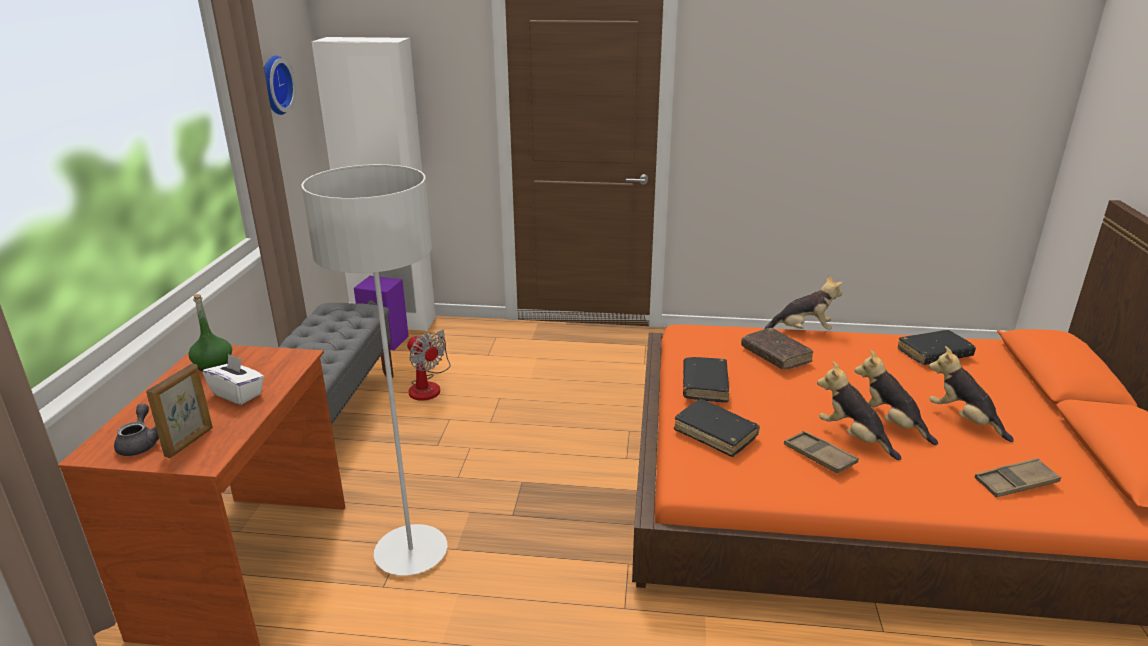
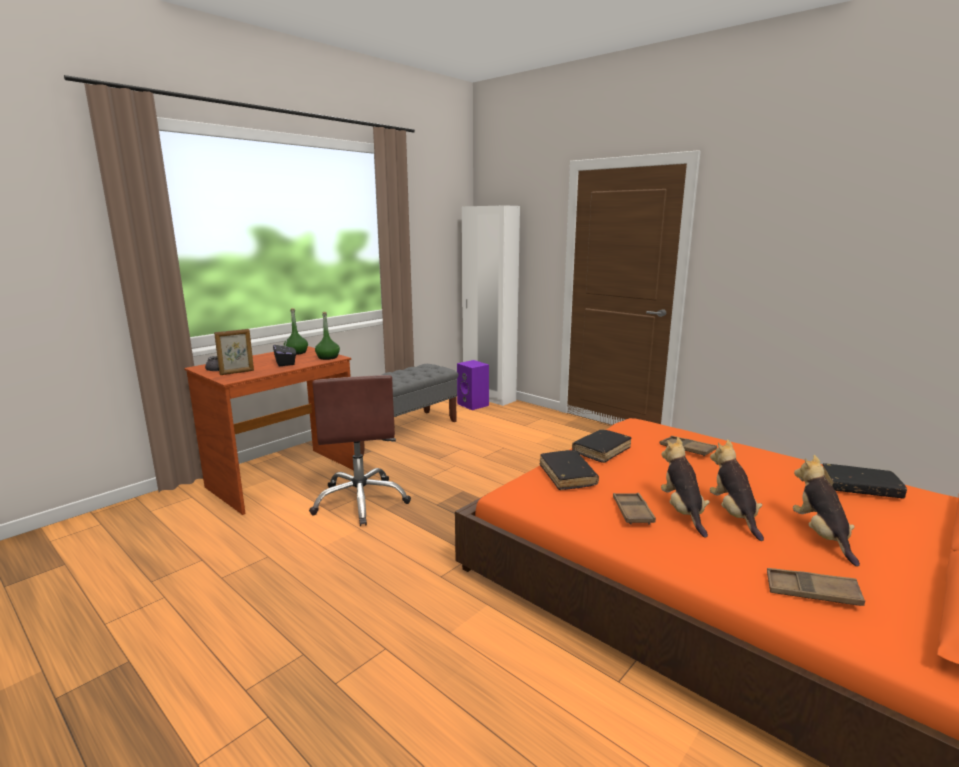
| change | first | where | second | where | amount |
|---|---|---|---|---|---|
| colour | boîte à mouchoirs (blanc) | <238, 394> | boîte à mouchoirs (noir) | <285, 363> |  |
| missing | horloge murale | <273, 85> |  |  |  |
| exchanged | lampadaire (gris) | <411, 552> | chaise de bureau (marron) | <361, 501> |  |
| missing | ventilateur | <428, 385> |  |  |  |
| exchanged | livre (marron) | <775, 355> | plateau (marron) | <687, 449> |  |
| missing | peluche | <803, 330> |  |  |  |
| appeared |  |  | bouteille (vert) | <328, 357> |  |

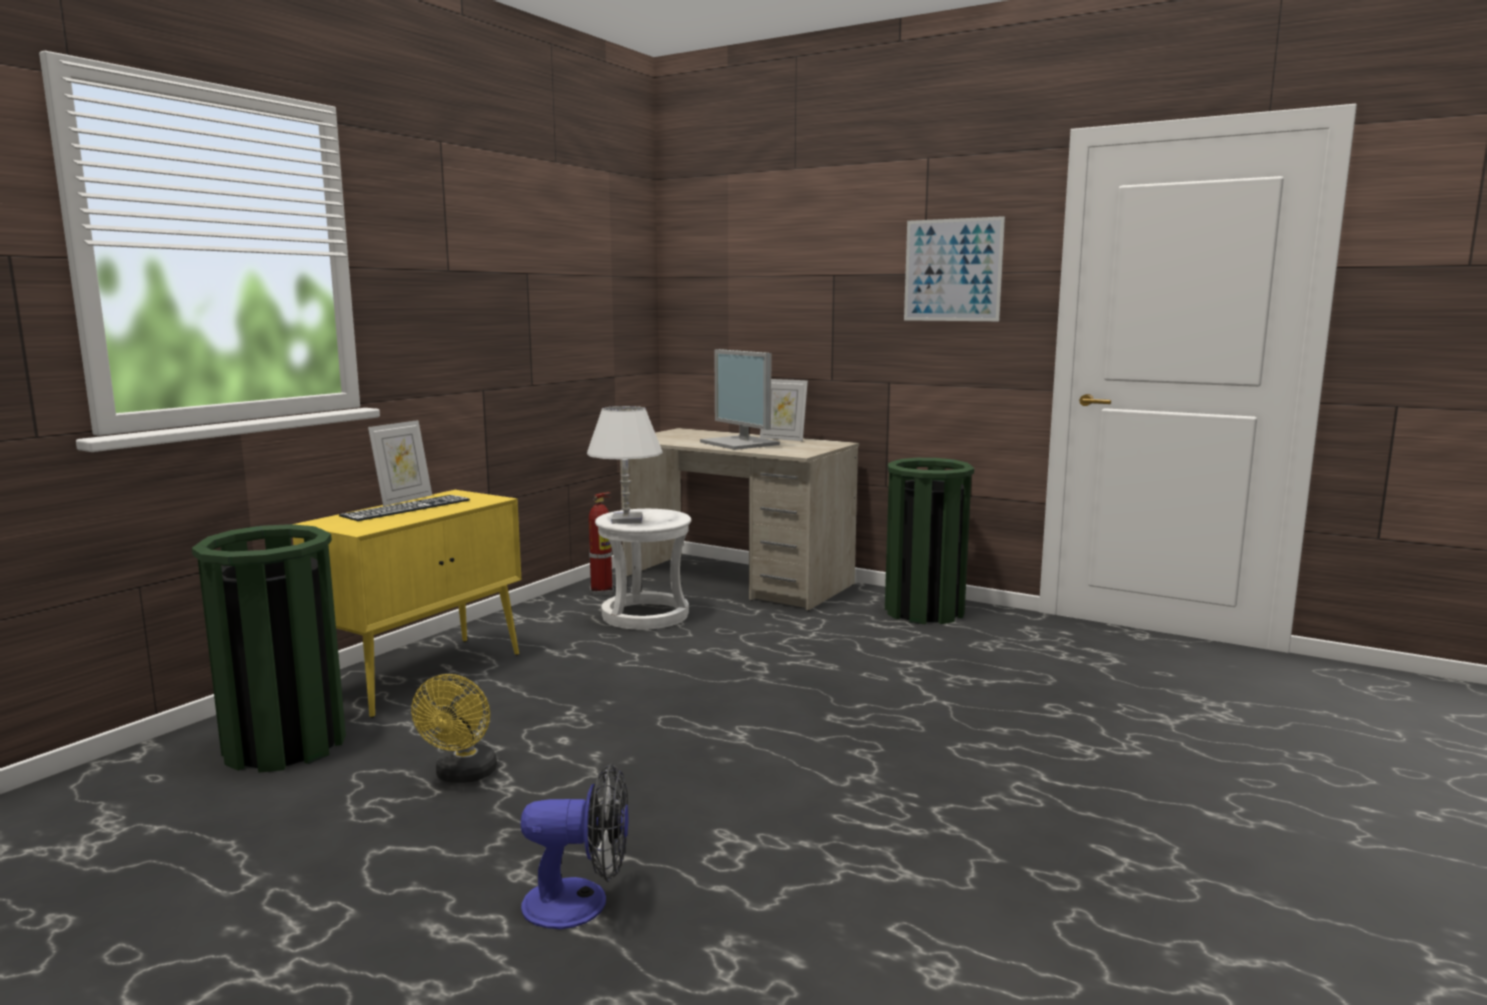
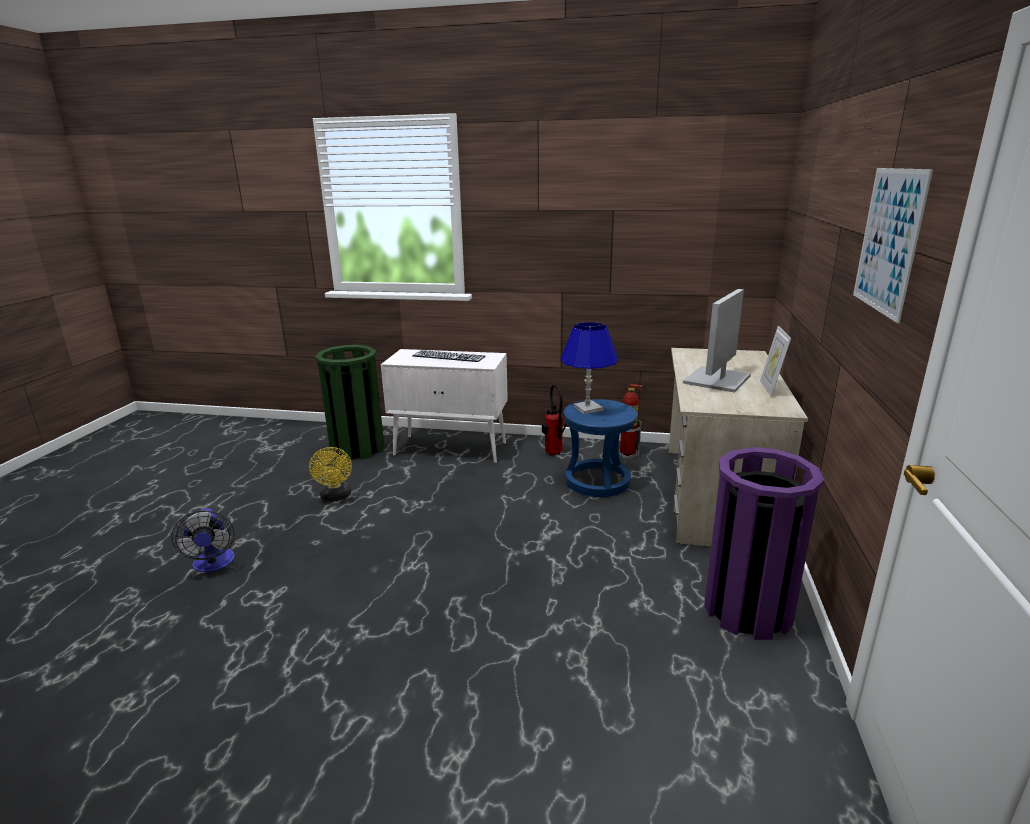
| change | first | where | second | where | amount |
|---|---|---|---|---|---|
| colour | meuble de rangement (jaune) | <424, 674> | meuble de rangement (blanc) | <451, 449> |  |
| missing | cadre photo | <404, 500> |  |  |  |
| spun | ventilateur (jaune) | <463, 776> |  | <336, 497> | 90 degrees counterclockwise |
| colour | lampe de table (blanc) | <626, 520> | lampe de table (bleu) | <587, 408> |  |
| colour | tabouret (blanc) | <645, 615> | tabouret (bleu) | <597, 481> |  |
| colour | poubelle (vert) | <924, 611> | poubelle (violet) | <748, 610> |  |
| appeared |  |  | extincteur | <553, 454> |  |

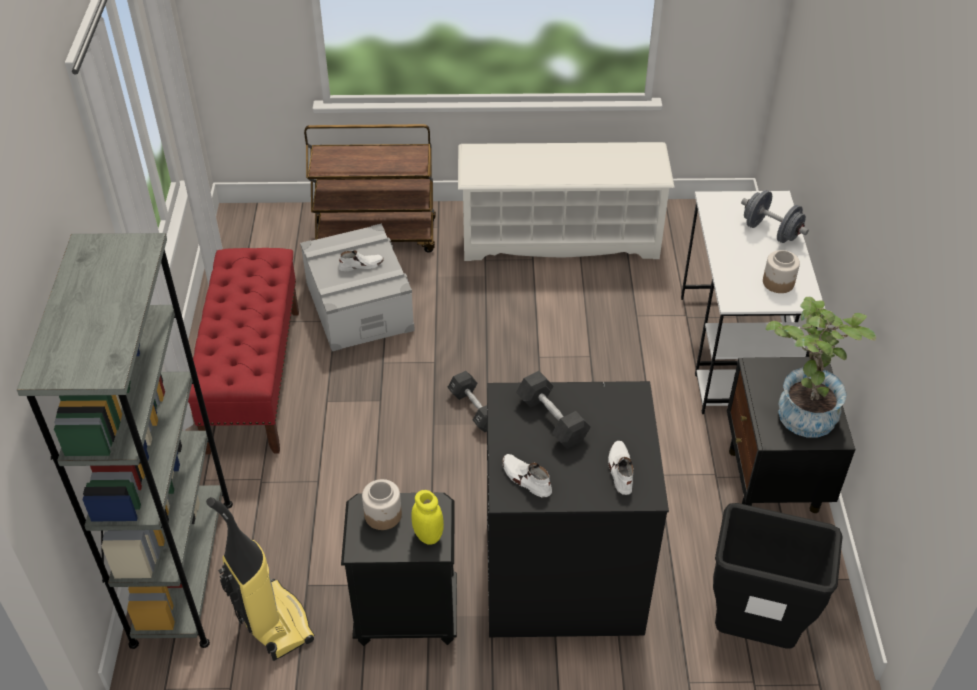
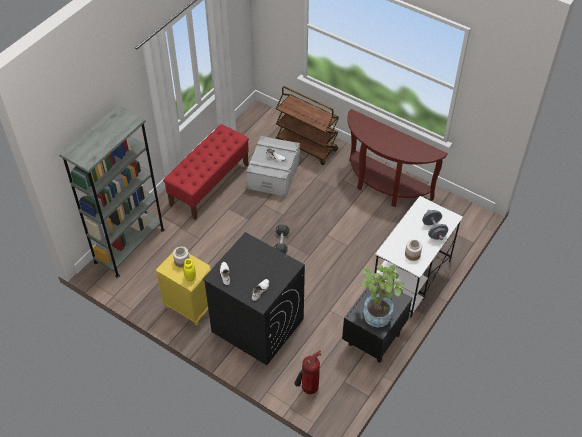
| change | first | where | second | where | amount |
|---|---|---|---|---|---|
| missing | aspirateur | <273, 622> |  |  |  |
| colour | table de chevet (noir) | <406, 615> | table de chevet (jaune) | <189, 306> |  |
| exchanged | étagère à chaussures (blanc) | <560, 238> | table console (marron) | <384, 186> |  |
| missing | haltère (noir) | <552, 419> |  |  |  |
| exchanged | poubelle (noir) | <754, 632> | extincteur | <308, 390> |  |

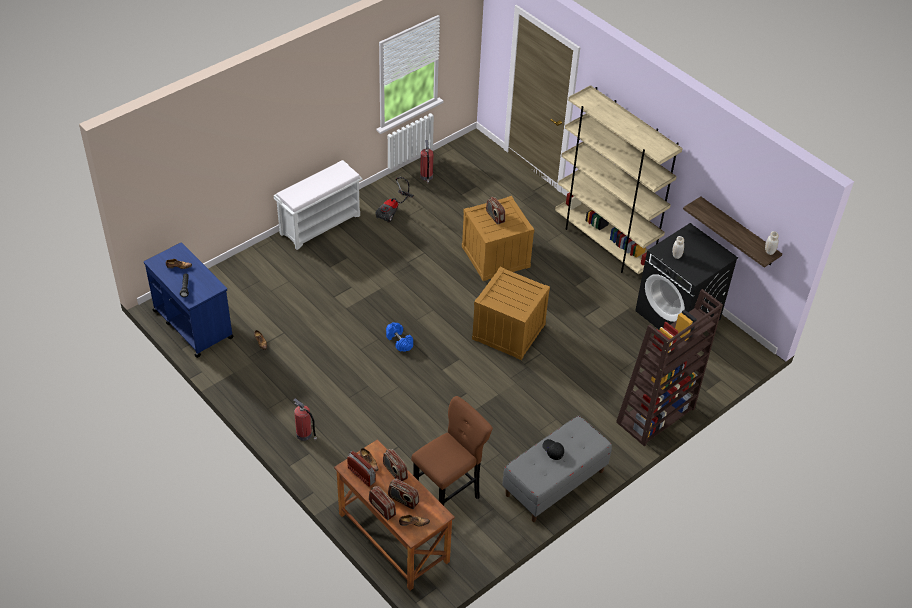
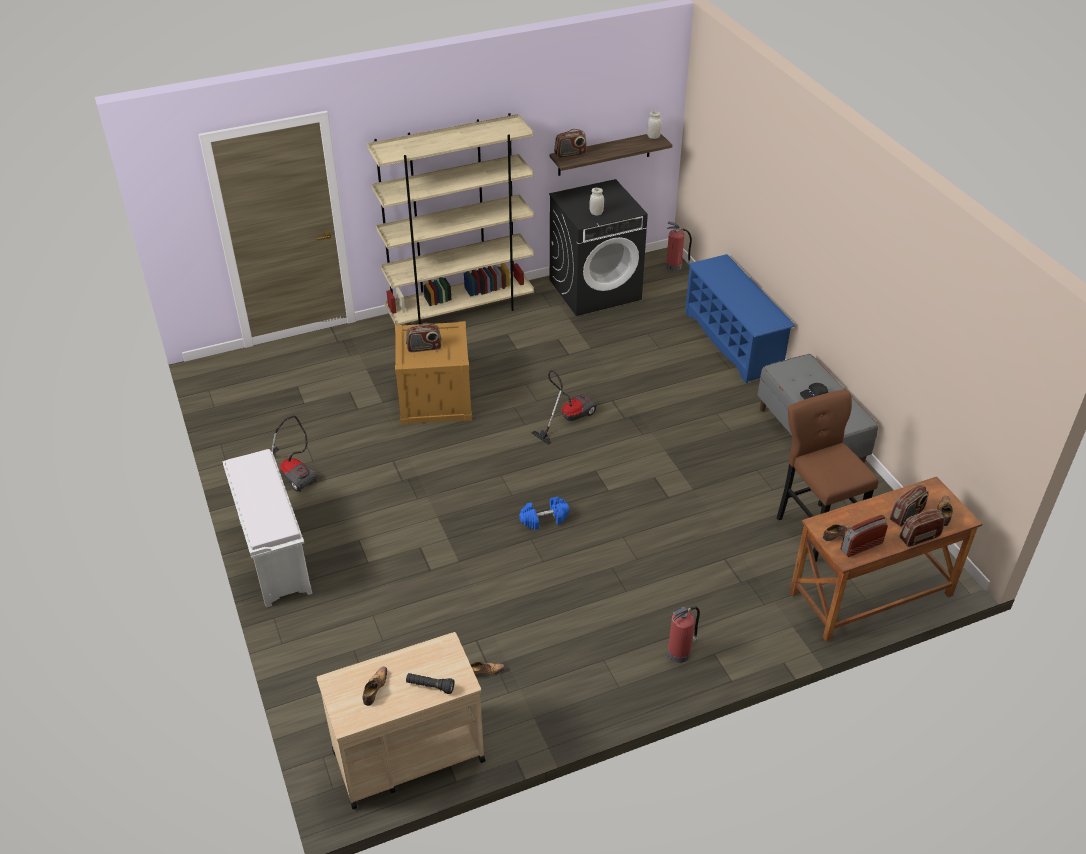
| change | first | where | second | where | amount |
|---|---|---|---|---|---|
| colour | chariot (bleu) | <192, 324> | chariot (beige) | <407, 756> |  |
| relocated | radio | <395, 472> |  | <570, 154> |  |
| relocated | extincteur | <426, 177> |  | <674, 266> |  |
| exchanged | caisse | <508, 332> | aspirateur | <567, 418> |  |
| exchanged | bibliothèque (marron) | <655, 416> | étagère à chaussures (bleu) | <733, 341> |  |

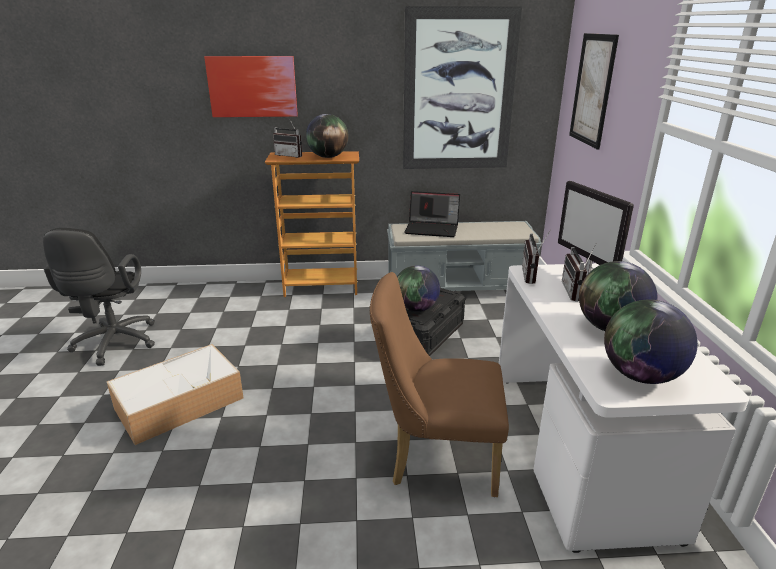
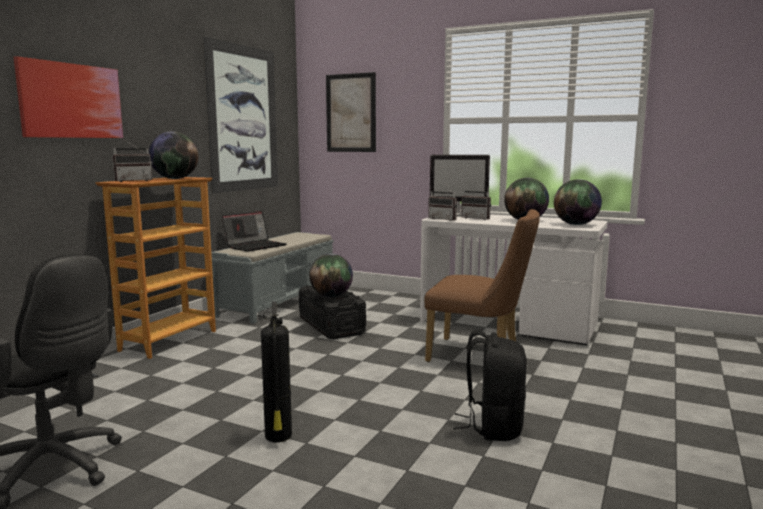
| change | first | where | second | where | amount |
|---|---|---|---|---|---|
| exchanged | boîte de rangement | <181, 402> | extincteur | <278, 437> |  |
| spun | chaise (marron) | <435, 457> |  | <480, 356> | 105 degrees counterclockwise |
| appeared |  |  | sac à dos (noir) | <492, 427> |  |

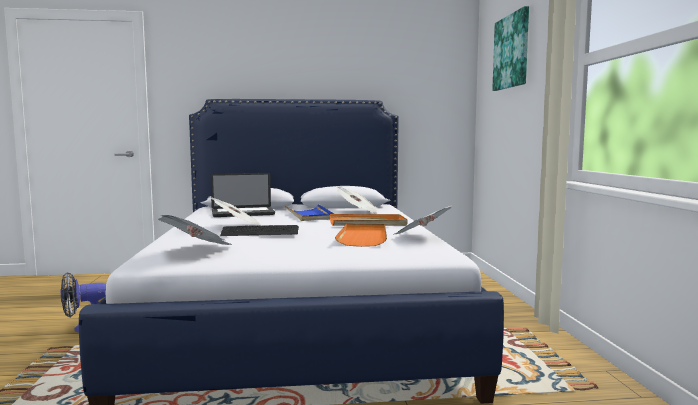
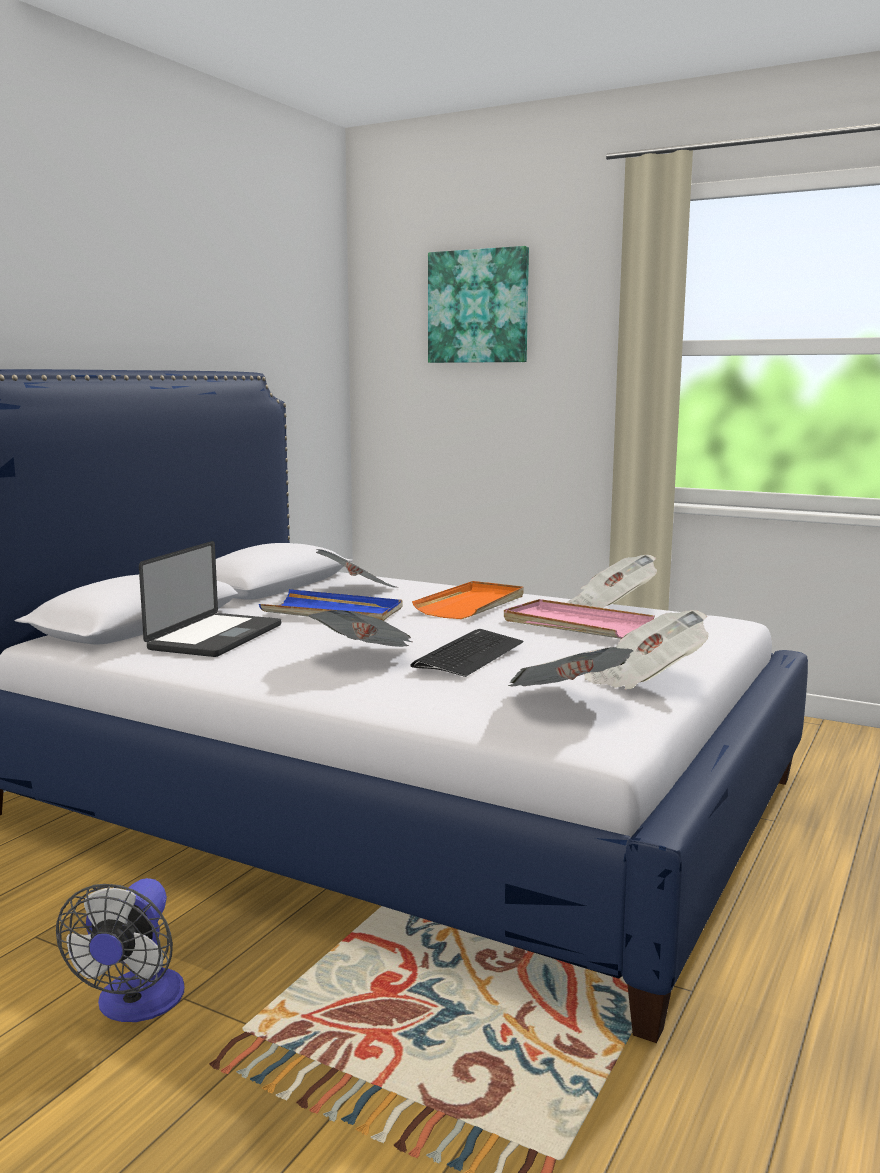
| change | first | where | second | where | amount |
|---|---|---|---|---|---|
| colour | plateau (orange) | <363, 237> | plateau (rose) | <575, 624> |  |
| appeared |  |  | journal | <644, 680> |  |

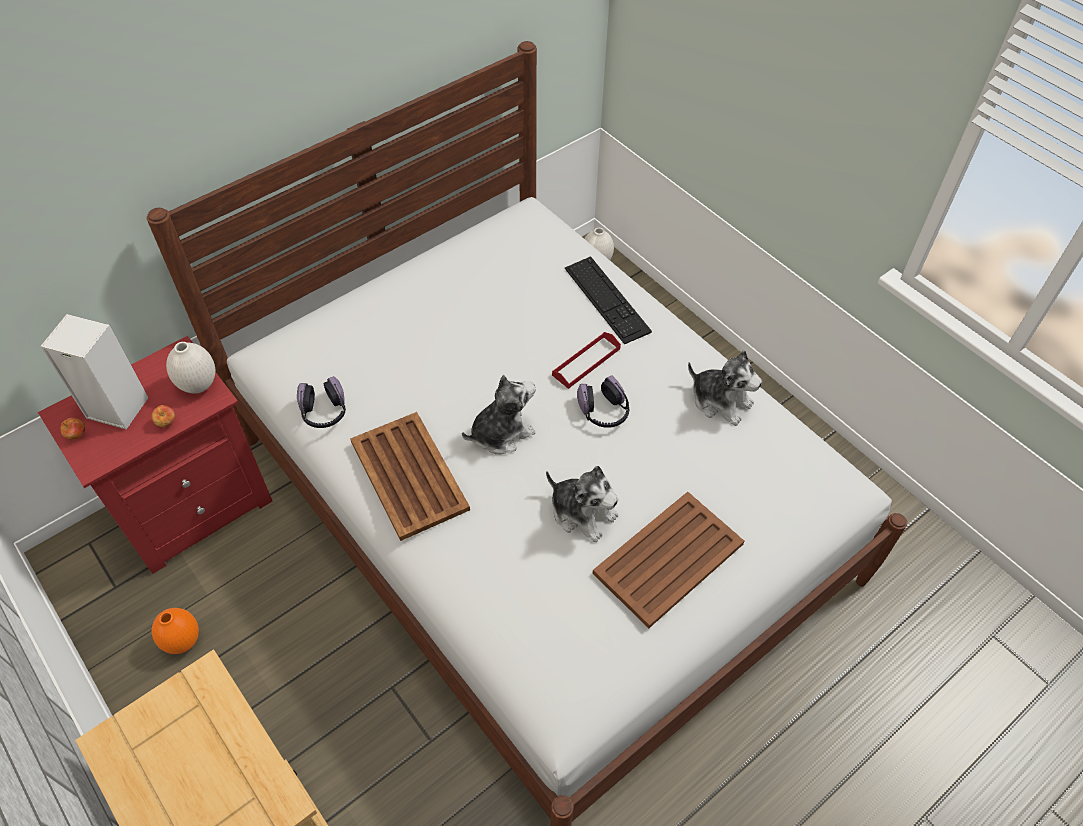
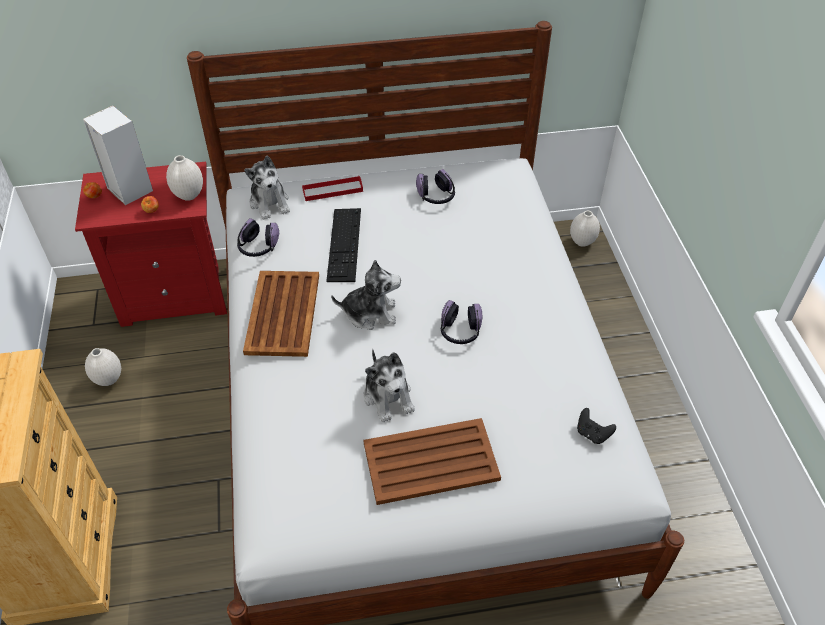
| change | first | where | second | where | amount |
|---|---|---|---|---|---|
| colour | vase (orange) | <183, 641> | vase (blanc) | <109, 379> |  |
| relocated | plateau (rouge) | <586, 362> |  | <332, 190> |  |
| relocated | clavier | <606, 299> |  | <344, 244> |  |
| relocated | peluche | <720, 401> |  | <270, 203> |  |
| appeared |  |  | casque audio | <436, 196> |  |
| appeared |  |  | manette (noir) | <592, 434> |  |

